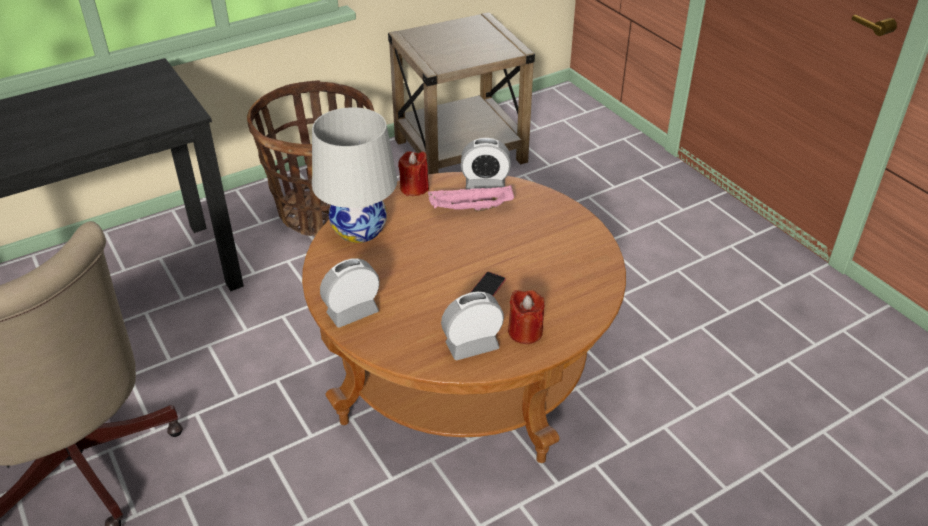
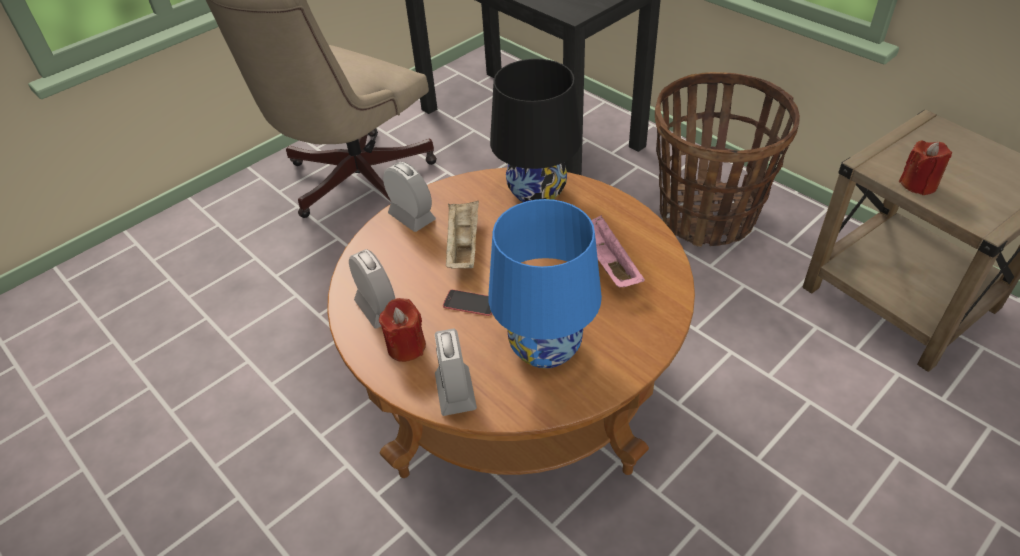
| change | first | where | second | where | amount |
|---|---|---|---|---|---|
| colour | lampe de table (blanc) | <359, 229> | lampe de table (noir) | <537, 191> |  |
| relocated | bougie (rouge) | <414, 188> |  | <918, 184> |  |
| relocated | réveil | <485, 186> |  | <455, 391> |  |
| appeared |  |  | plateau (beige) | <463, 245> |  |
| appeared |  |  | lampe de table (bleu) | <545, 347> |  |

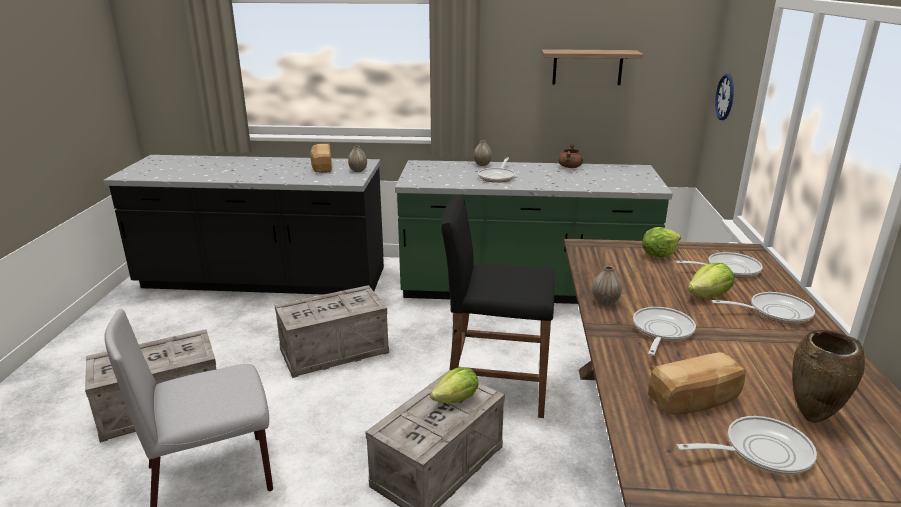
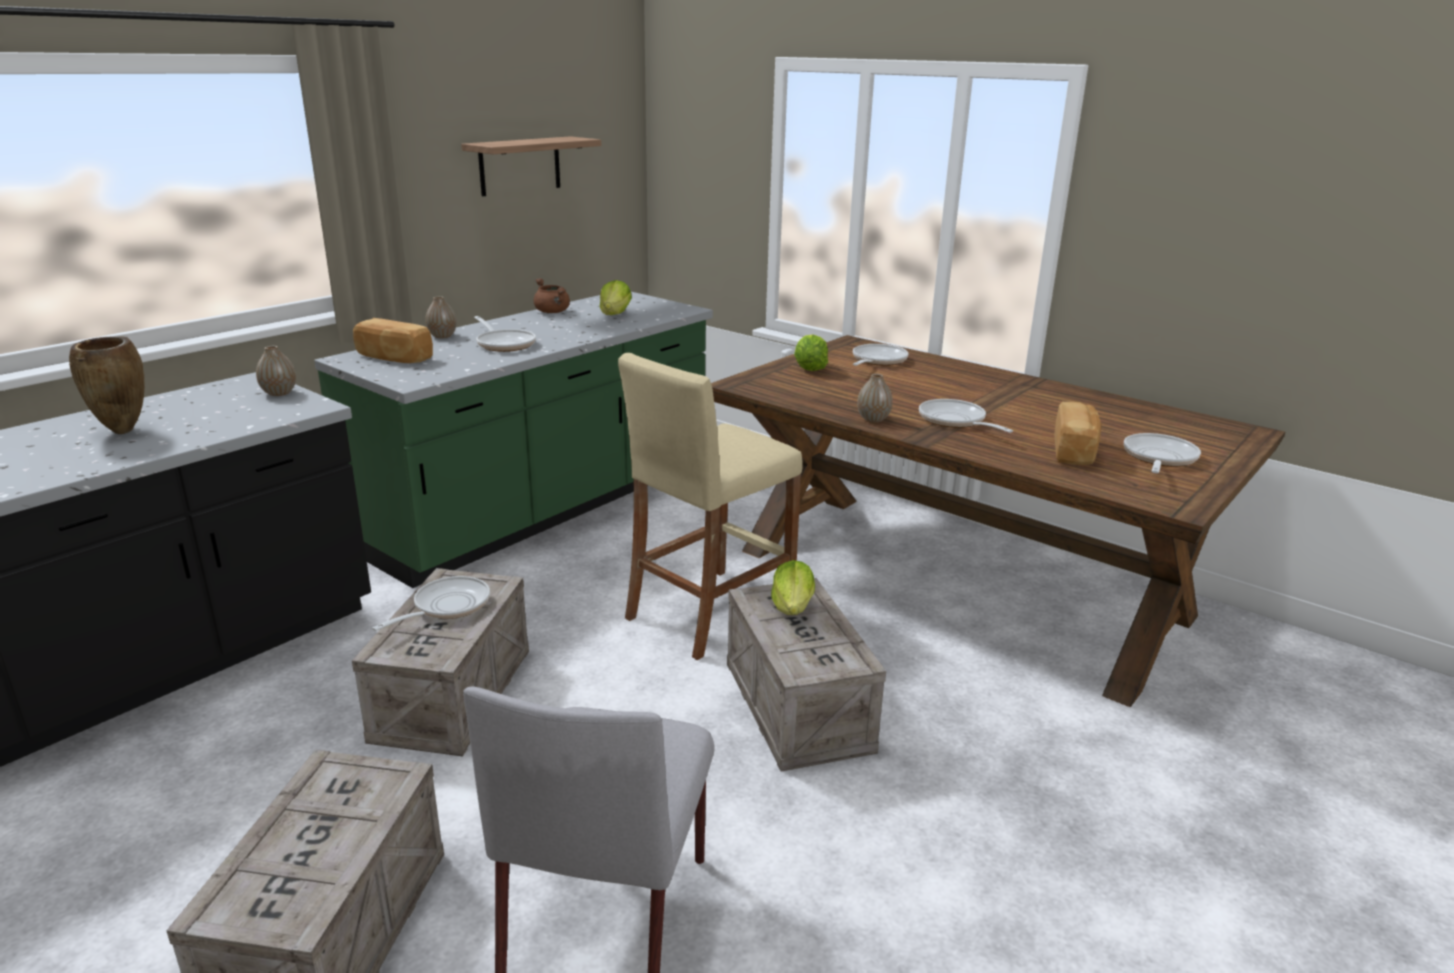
| change | first | where | second | where | amount |
|---|---|---|---|---|---|
| relocated | pain | <321, 167> |  | <393, 358> |  |
| colour | tabouret (noir) | <494, 389> | tabouret (beige) | <709, 612> |  |
| relocated | laitue | <709, 296> |  | <615, 314> |  |
| relocated | poêle | <774, 312> |  | <446, 607> |  |
| missing | horloge murale | <725, 97> |  |  |  |
| relocated | vase (marron) | <812, 419> |  | <123, 432> |  |

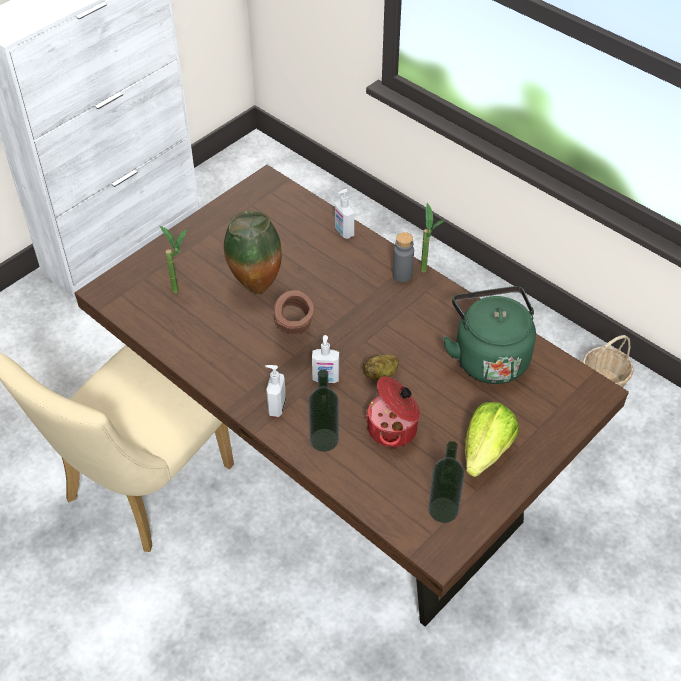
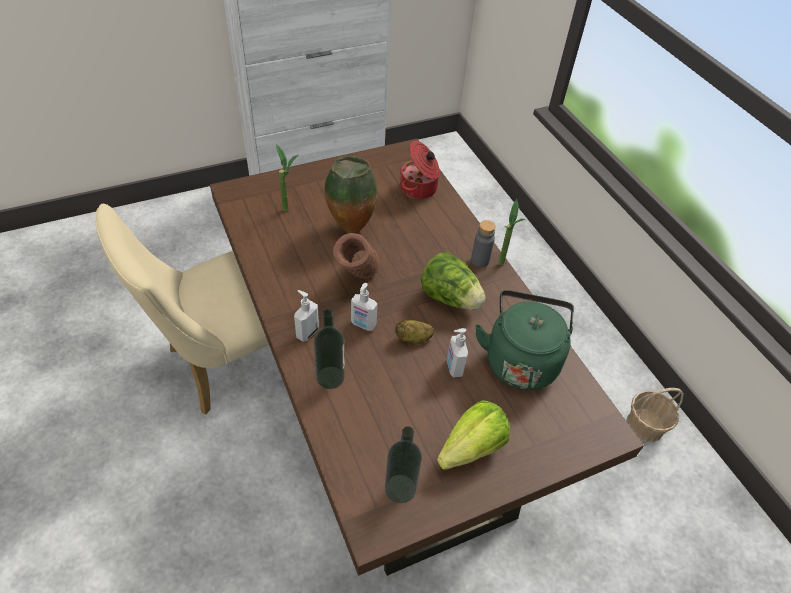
| change | first | where | second | where | amount |
|---|---|---|---|---|---|
| relocated | distributeur de savon | <343, 232> |  | <453, 367> |  |
| relocated | marmite | <394, 429> |  | <419, 188> |  |
| appeared |  |  | laitue | <450, 298> |  |

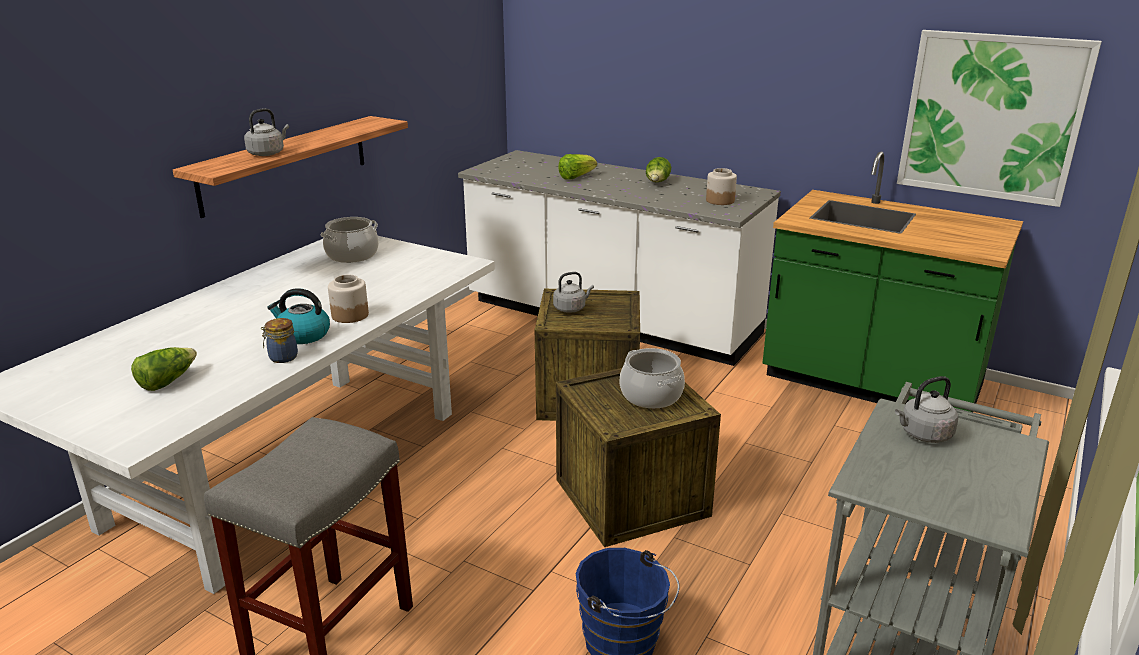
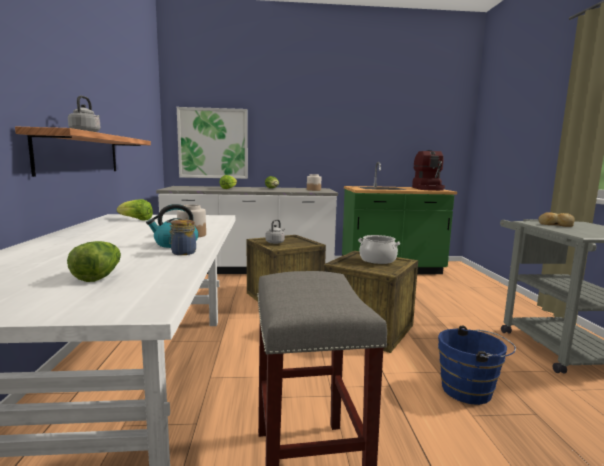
| change | first | where | second | where | amount |
|---|---|---|---|---|---|
| exchanged | marmite | <352, 255> | laitue | <136, 220> |  |
| exchanged | bouilloire (gris) | <923, 435> | pain | <555, 224> |  |
| relocated | tableau | <991, 117> |  | <213, 143> |  |
| appeared |  |  | machine à café | <428, 189> |  |

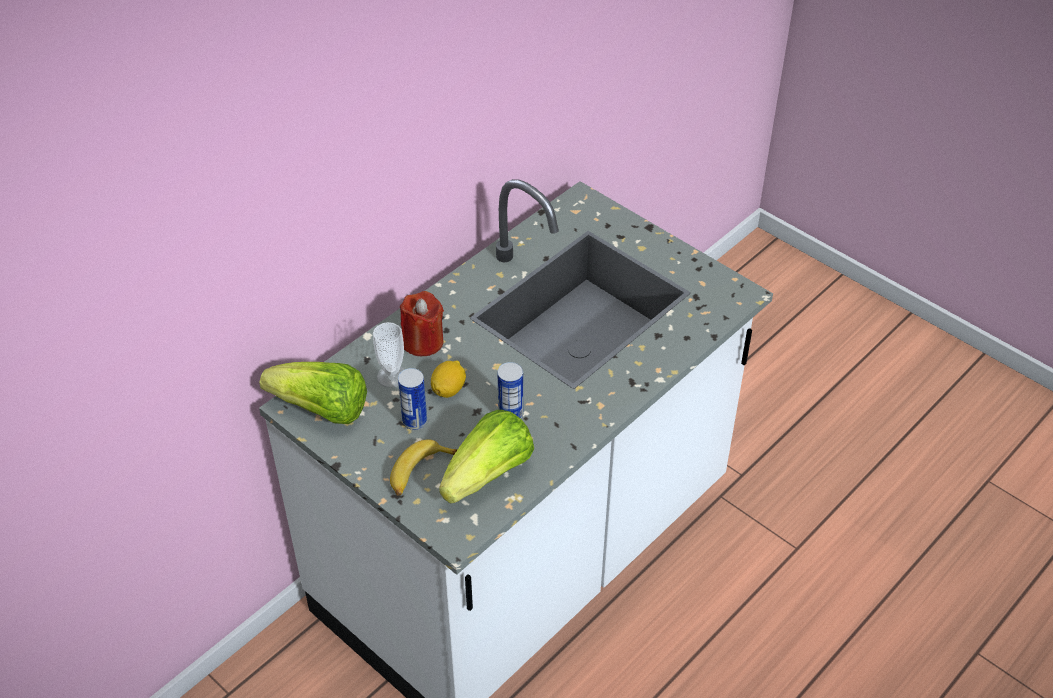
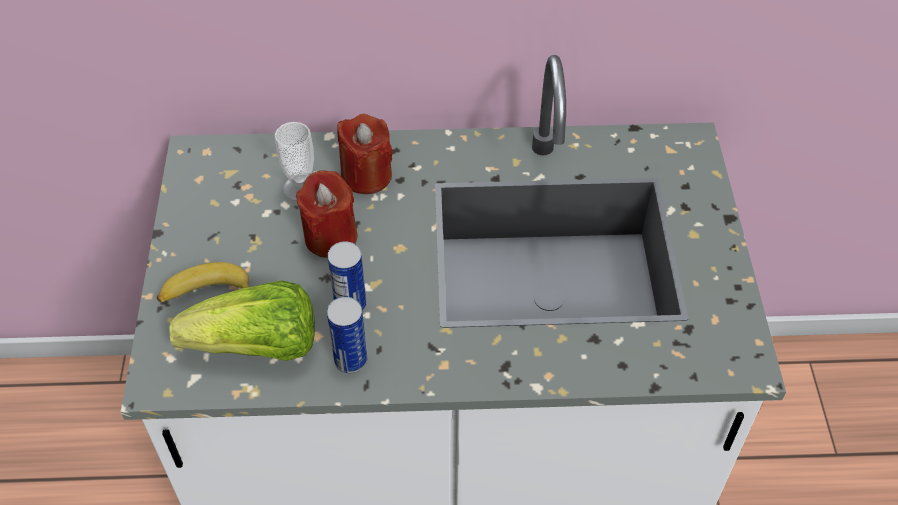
| change | first | where | second | where | amount |
|---|---|---|---|---|---|
| missing | laitue | <321, 410> |  |  |  |
| relocated | boîte métallique | <414, 421> |  | <351, 360> |  |
| exchanged | citron | <448, 389> | bougie (rouge) | <330, 237> |  |

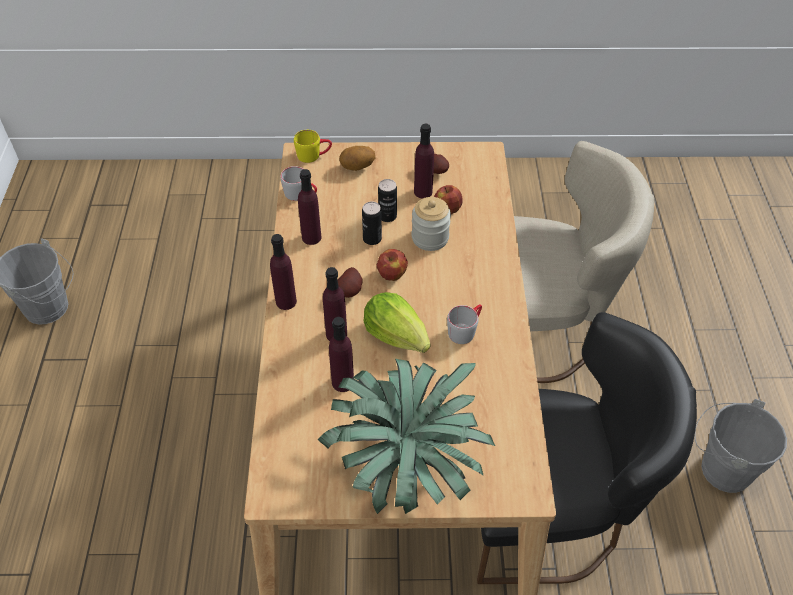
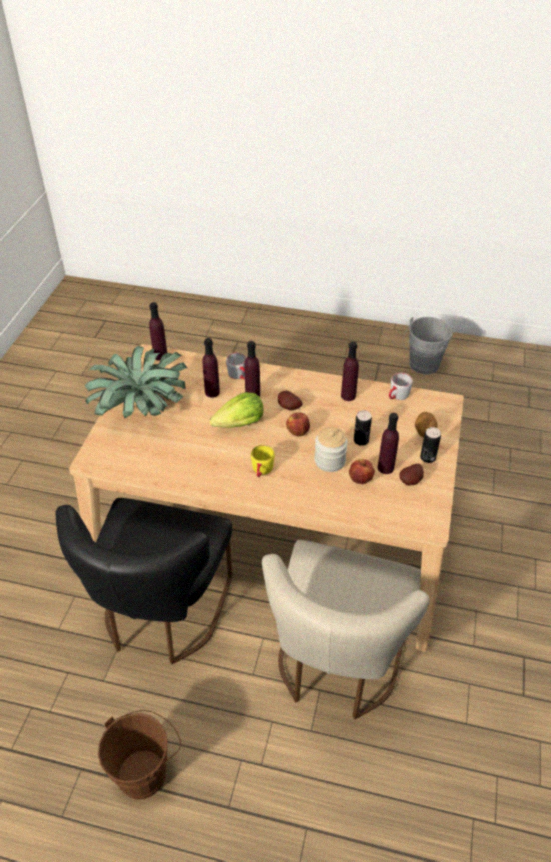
| change | first | where | second | where | amount |
|---|---|---|---|---|---|
| relocated | bouteille (violet) | <286, 301> |  | <160, 355> |  |
| relocated | mug (jaune) | <314, 155> |  | <262, 471> |  |
| relocated | boîte métallique | <372, 239> |  | <428, 457> |  |
| relocated | mug (gris) | <465, 329> |  | <239, 376> |  |
| colour | seau (gris) | <720, 468> | seau (marron) | <146, 770> |  |

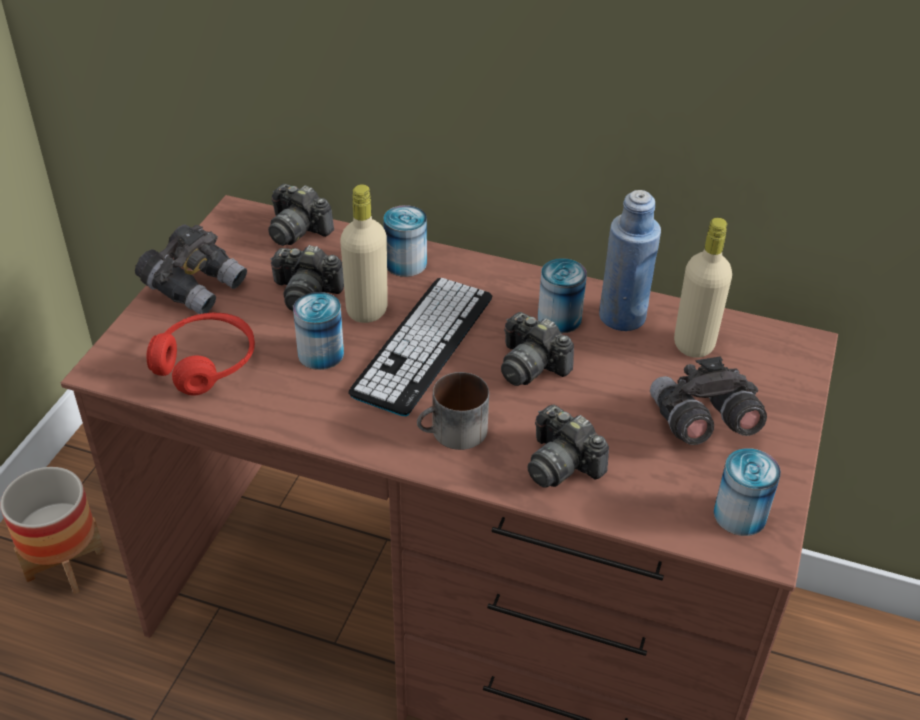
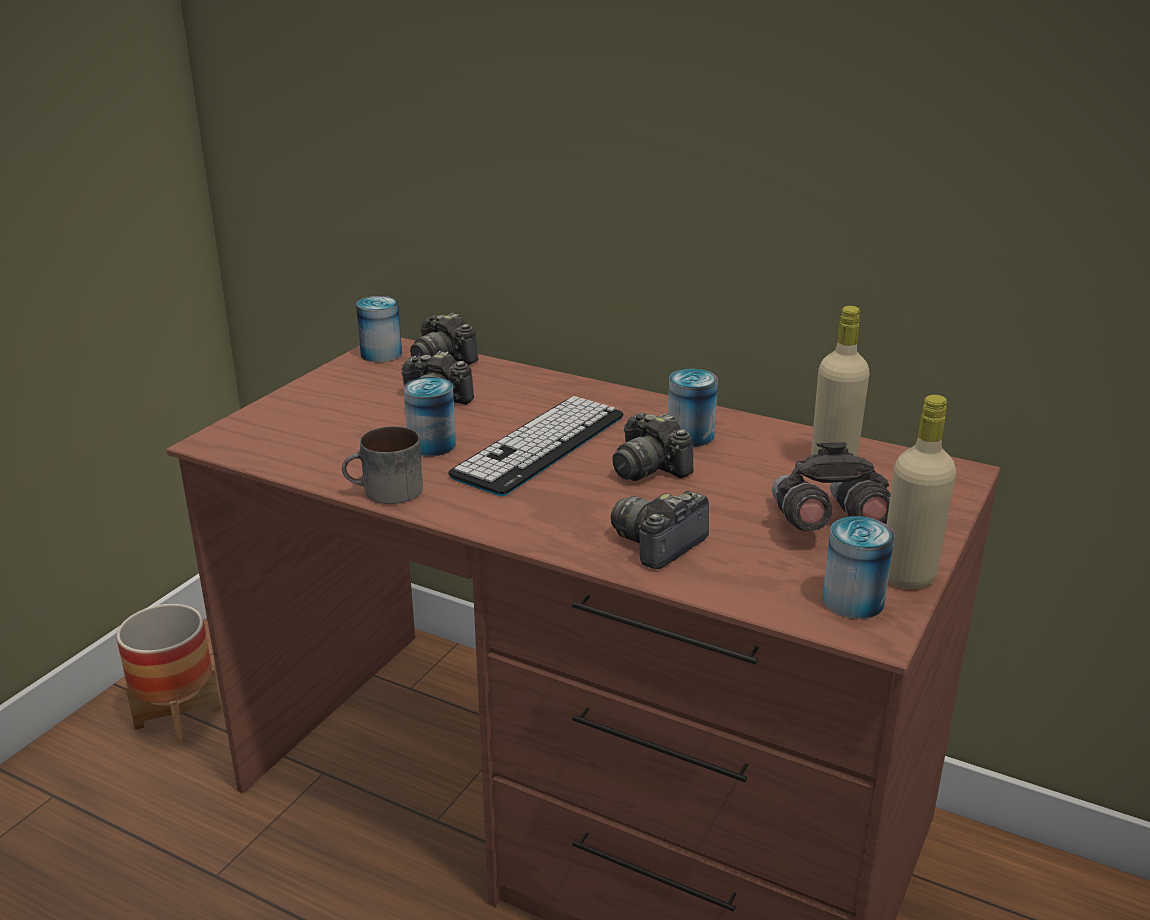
| change | first | where | second | where | amount |
|---|---|---|---|---|---|
| missing | jumelles (gris) | <195, 287> |  |  |  |
| missing | casque audio (rouge) | <206, 363> |  |  |  |
| relocated | bouteille (beige) | <367, 310> |  | <908, 575> |  |
| relocated | boîte métallique | <405, 263> |  | <381, 354> |  |
| relocated | mug | <453, 434> |  | <385, 492> |  |
| spun | appareil photo | <562, 464> |  | <659, 544> | 75 degrees clockwise |
| missing | bouteille (bleu) | <622, 317> |  |  |  |

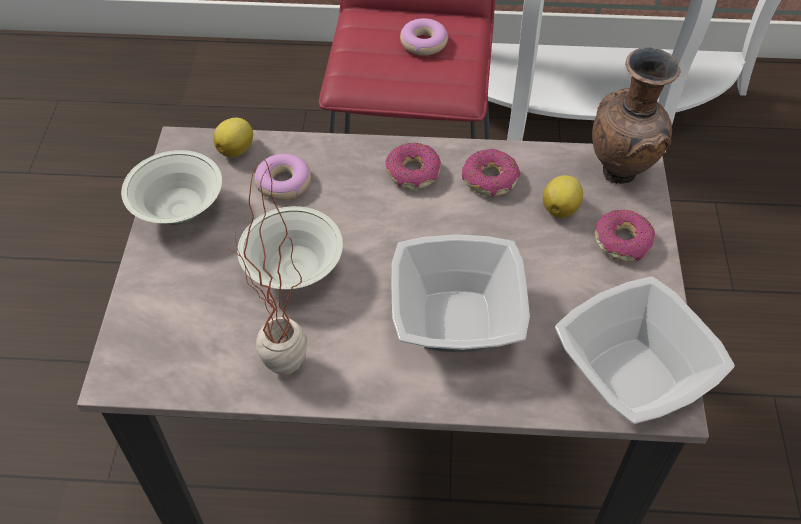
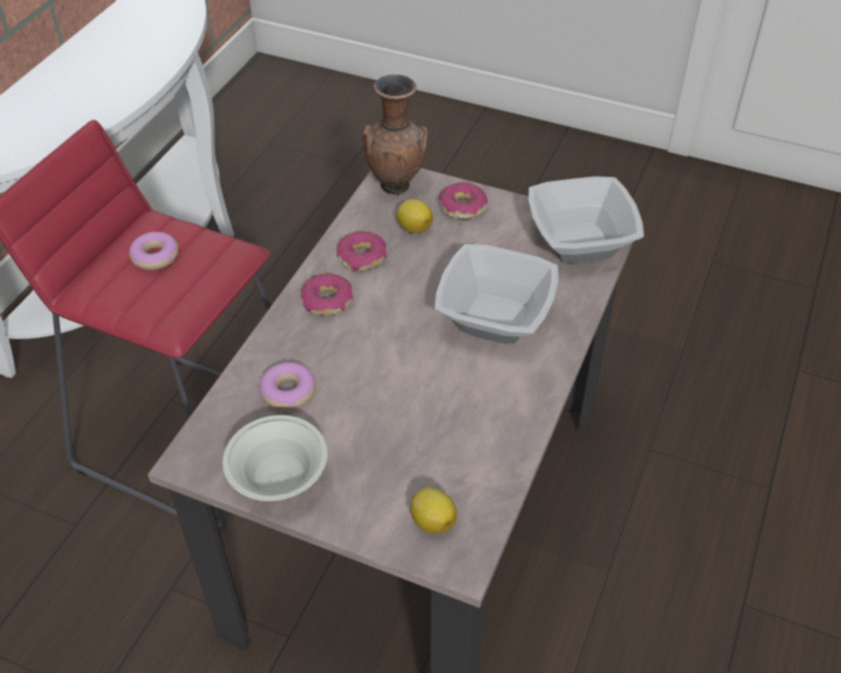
| change | first | where | second | where | amount |
|---|---|---|---|---|---|
| relocated | citron | <237, 149> |  | <432, 521> |  |
| missing | plante en pot | <286, 378> |  |  |  |
| missing | bol (blanc) | <294, 270> |  |  |  |

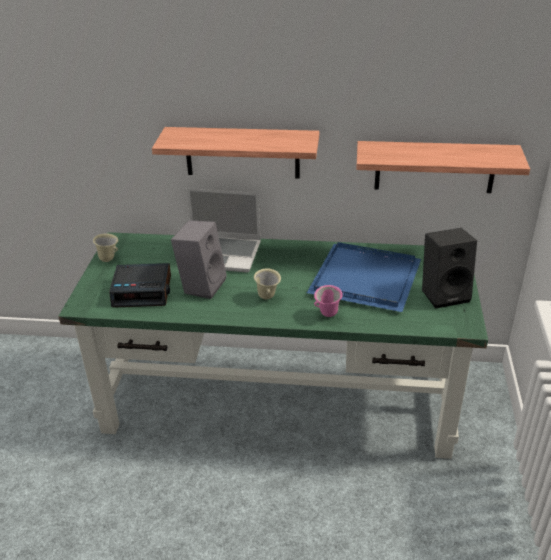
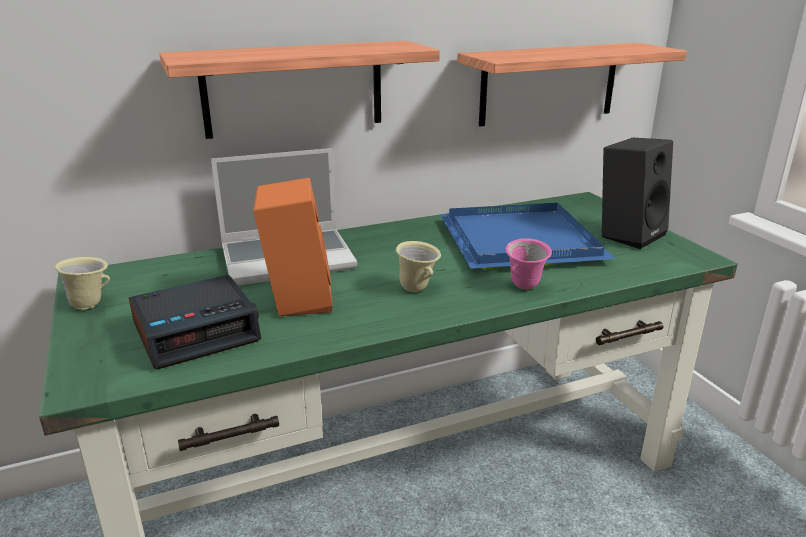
| change | first | where | second | where | amount |
|---|---|---|---|---|---|
| colour | enceinte (gris) | <202, 285> | enceinte (orange) | <296, 299> |  |

